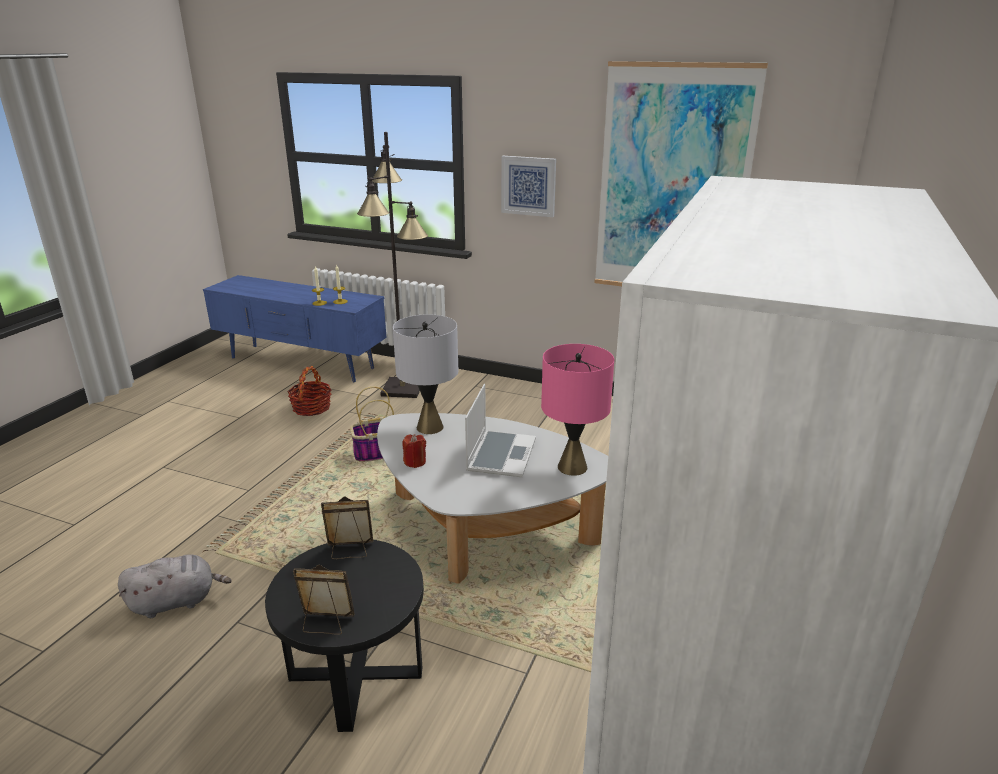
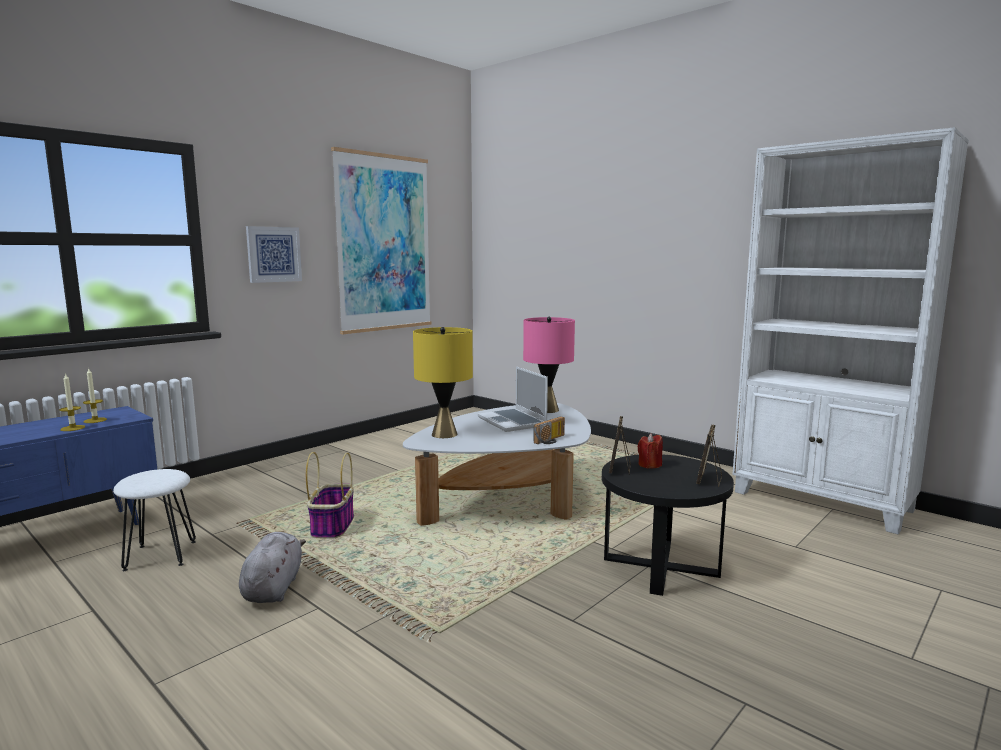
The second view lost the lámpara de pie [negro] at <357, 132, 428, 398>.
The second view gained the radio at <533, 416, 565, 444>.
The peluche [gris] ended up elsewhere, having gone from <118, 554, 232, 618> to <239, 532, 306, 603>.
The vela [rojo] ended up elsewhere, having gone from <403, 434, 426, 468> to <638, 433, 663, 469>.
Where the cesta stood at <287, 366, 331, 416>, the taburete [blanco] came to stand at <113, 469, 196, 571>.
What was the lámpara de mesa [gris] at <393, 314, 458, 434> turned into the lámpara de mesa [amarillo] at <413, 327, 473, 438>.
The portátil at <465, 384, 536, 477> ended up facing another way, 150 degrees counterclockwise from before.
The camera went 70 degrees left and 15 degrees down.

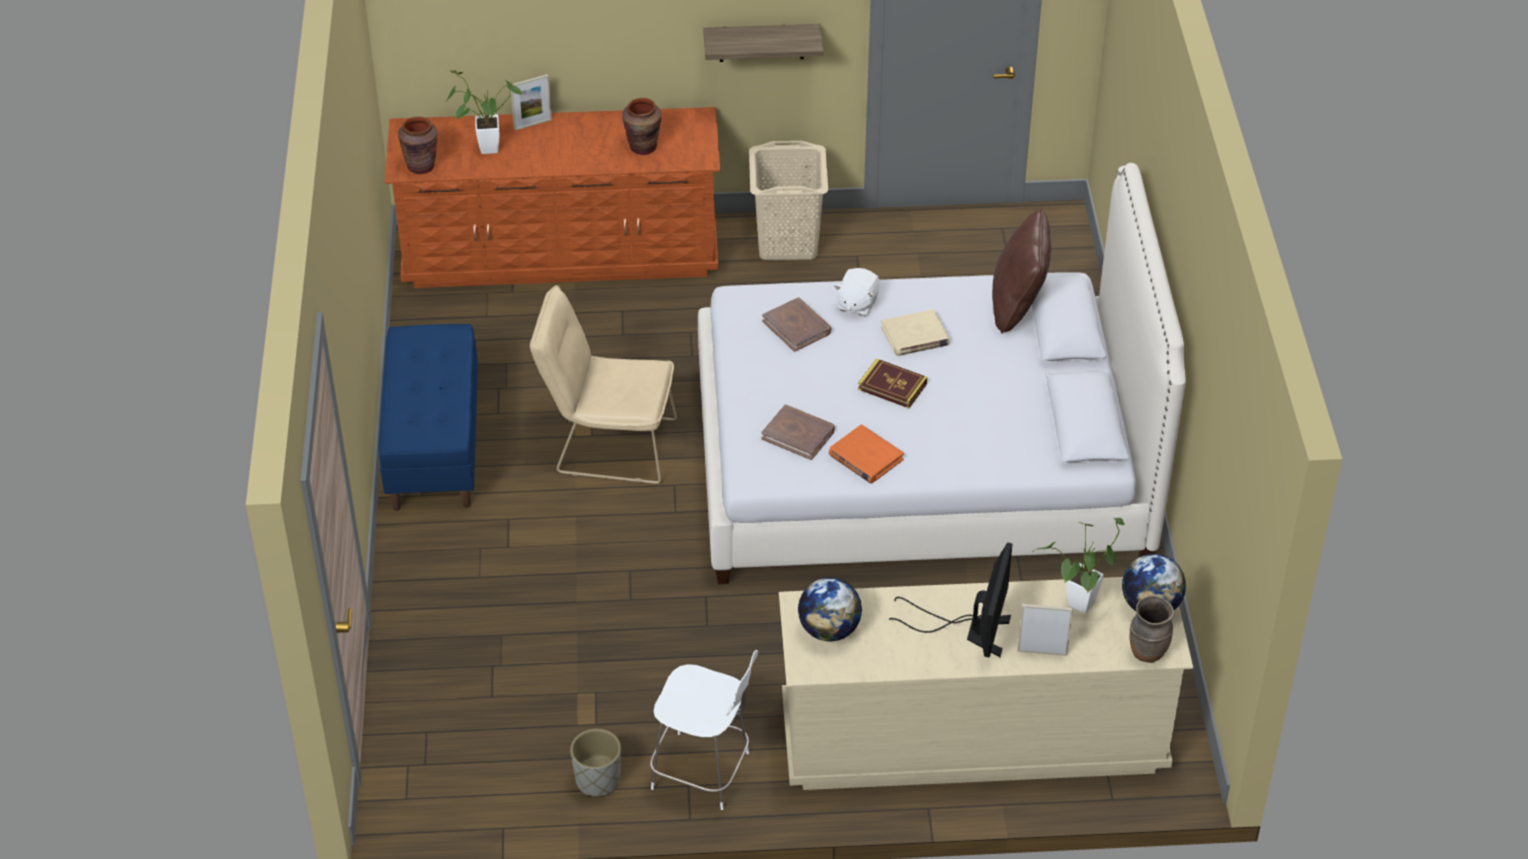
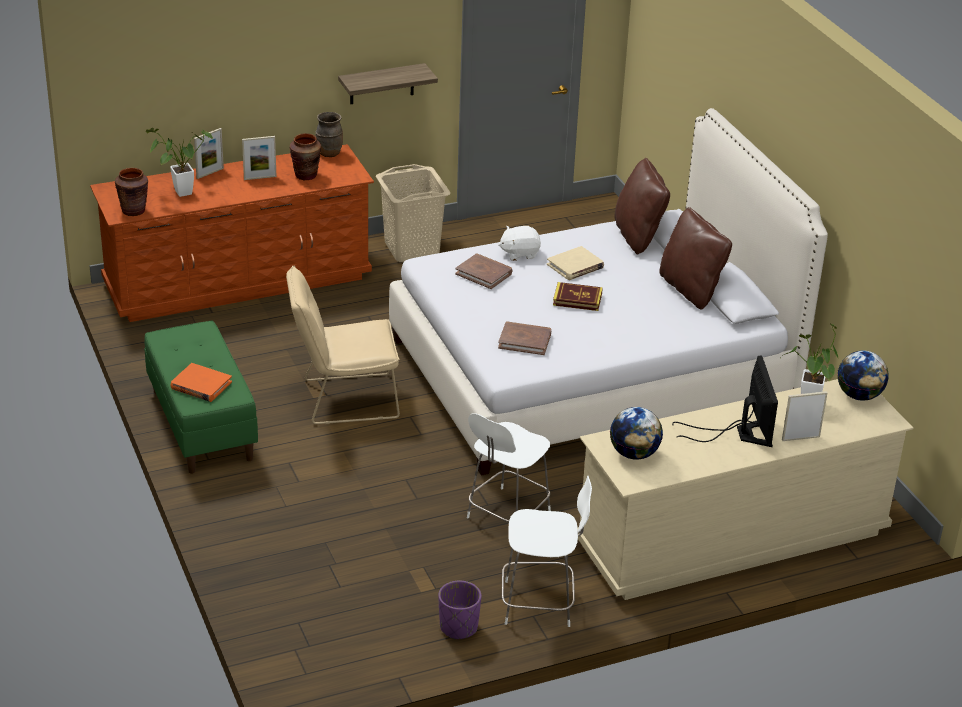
The second view gained the portarretratos at <242, 136, 277, 180>.
The second view gained the silla [blanco] at <467, 413, 551, 522>.
The second view gained the cojín [marrón] at <659, 207, 732, 309>.
The libro [naranja] ended up elsewhere, having gone from <829, 424, 904, 484> to <170, 363, 232, 402>.
The florero [marrón] ended up elsewhere, having gone from <1130, 596, 1174, 663> to <316, 112, 343, 157>.
What was the banco [azul] at <379, 324, 478, 511> turned into the banco [verde] at <144, 321, 258, 474>.
What was the maceta [gris] at <570, 729, 621, 796> turned into the maceta [morado] at <438, 581, 481, 639>.
The peluche [blanco] at <834, 268, 880, 317> ended up facing another way, 75 degrees clockwise from before.
The camera went 20 degrees left and 10 degrees down.

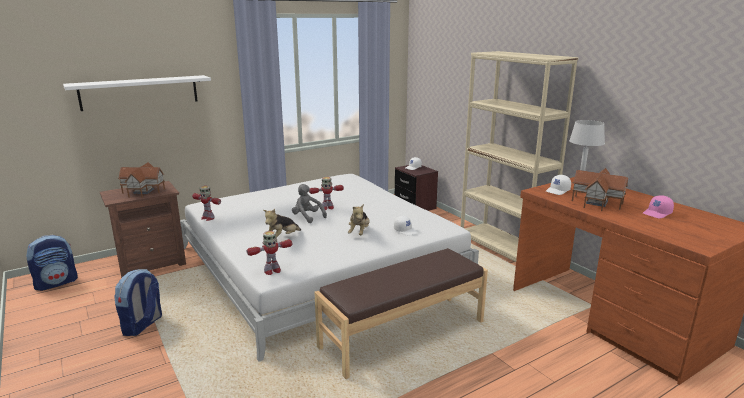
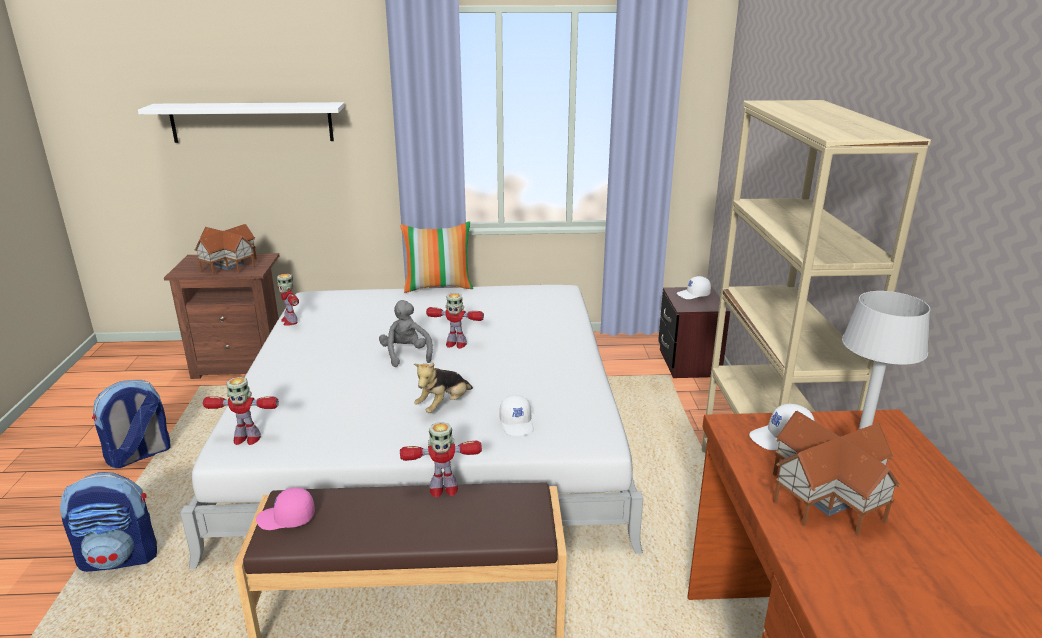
The second view lost the peluche at <263, 209, 301, 238>.
The second view gained the cojín at <400, 221, 473, 293>.
The second view gained the robot de juguete at <400, 422, 482, 497>.
The mochila ended up elsewhere, having gone from <26, 235, 78, 291> to <60, 472, 157, 572>.
The gorra [rosa] ended up elsewhere, having gone from <643, 195, 674, 218> to <256, 487, 315, 530>.
The camera went 30 degrees right and 5 degrees up.

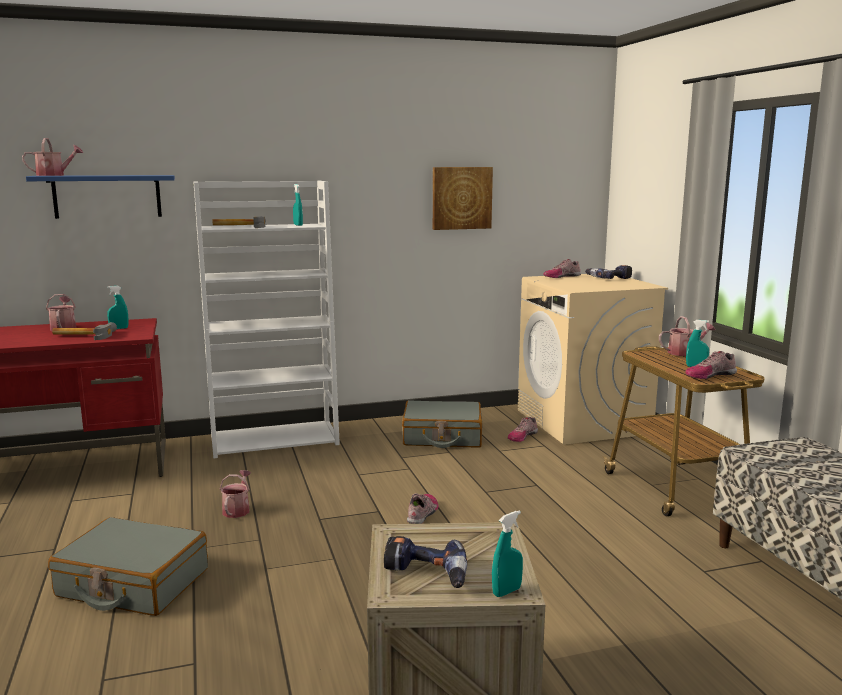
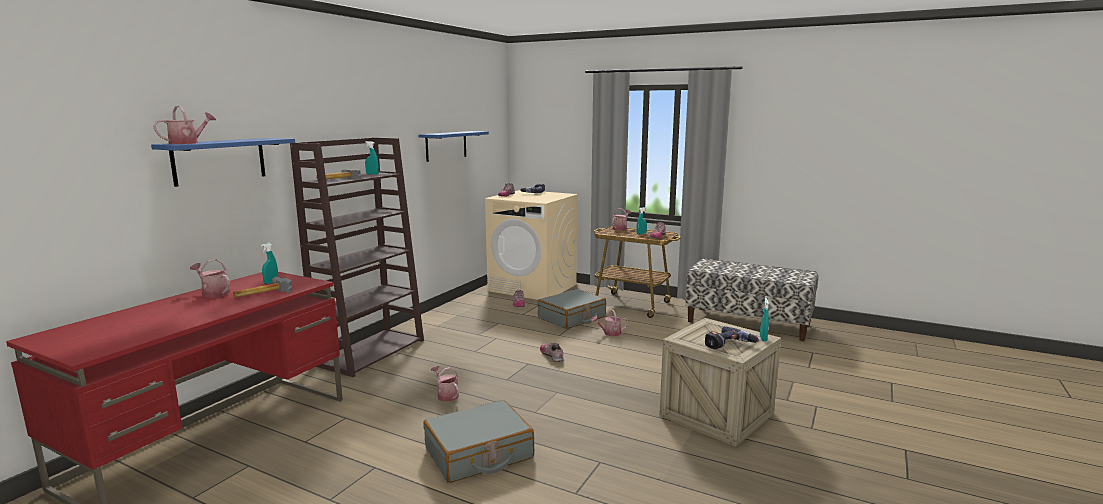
The second view gained the regadera at <591, 310, 628, 336>.
The maleta [gris] ended up elsewhere, having gone from <402, 400, 482, 448> to <538, 289, 606, 329>.
Where the cuadro hung at <433, 167, 493, 230>, the estante [azul] came to hang at <418, 131, 489, 162>.
What was the estantería [blanco] at <193, 181, 340, 458> turned into the estantería [marrón] at <290, 137, 424, 377>.
The camera went 45 degrees left and 0 degrees up.

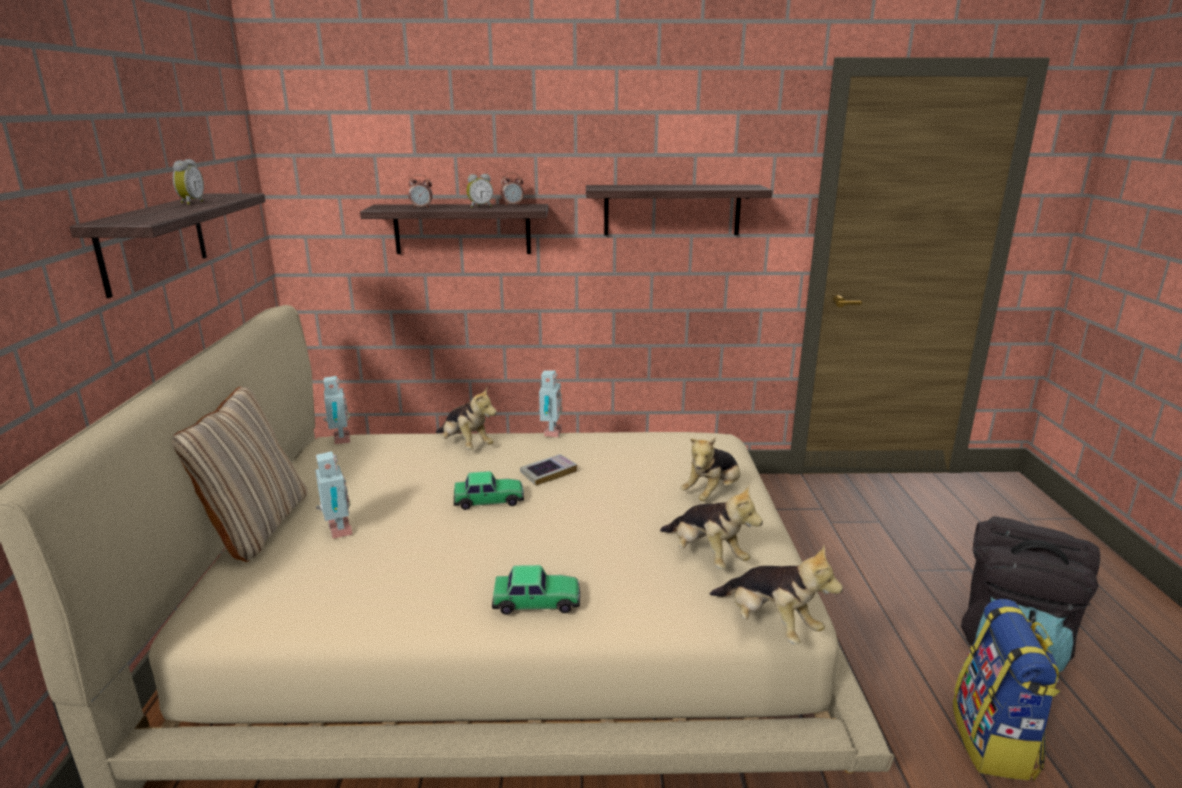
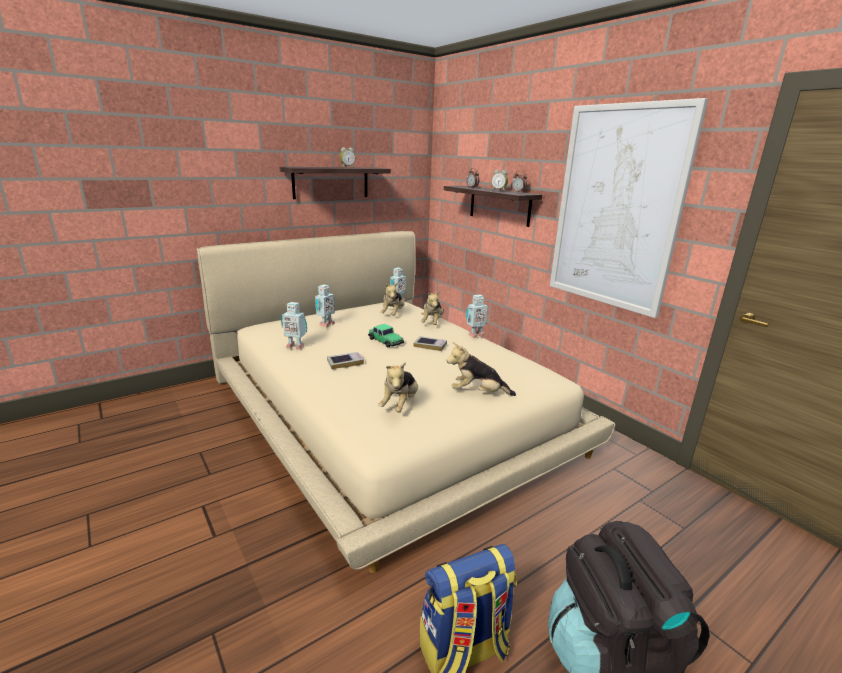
The second view lost the cojín [beis] at <172, 387, 308, 562>.
The second view lost the coche de juguete at <492, 565, 580, 615>.
The second view gained the robot de juguete at <281, 302, 307, 350>.
The second view gained the libro at <327, 352, 364, 369>.
The peluche ended up elsewhere, having gone from <710, 545, 843, 644> to <380, 282, 404, 315>.
Where the estante hung at <586, 185, 772, 236>, the cuadro came to hang at <550, 98, 708, 318>.
The camera went 55 degrees right and 0 degrees up.

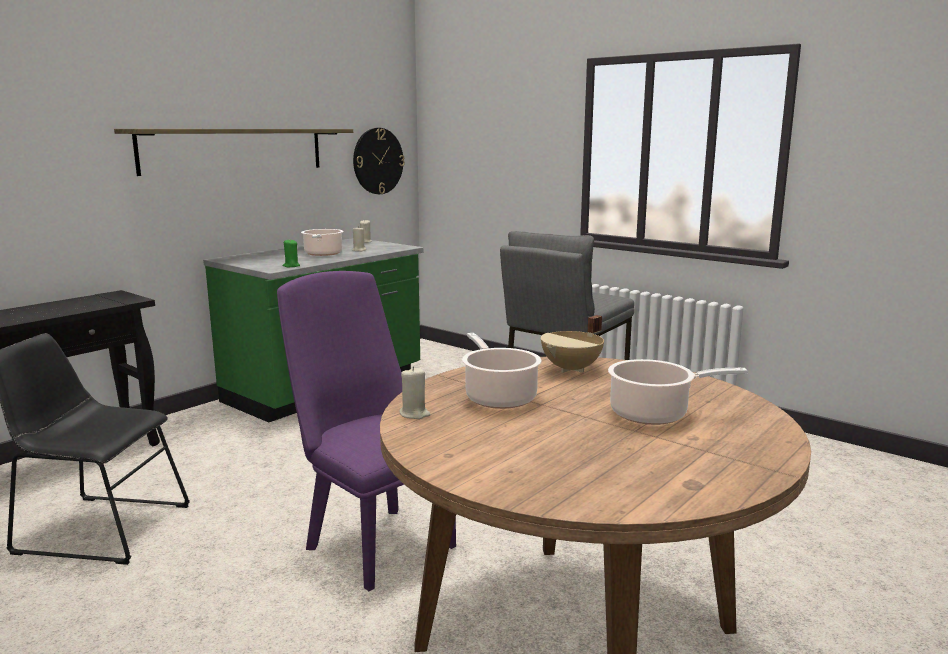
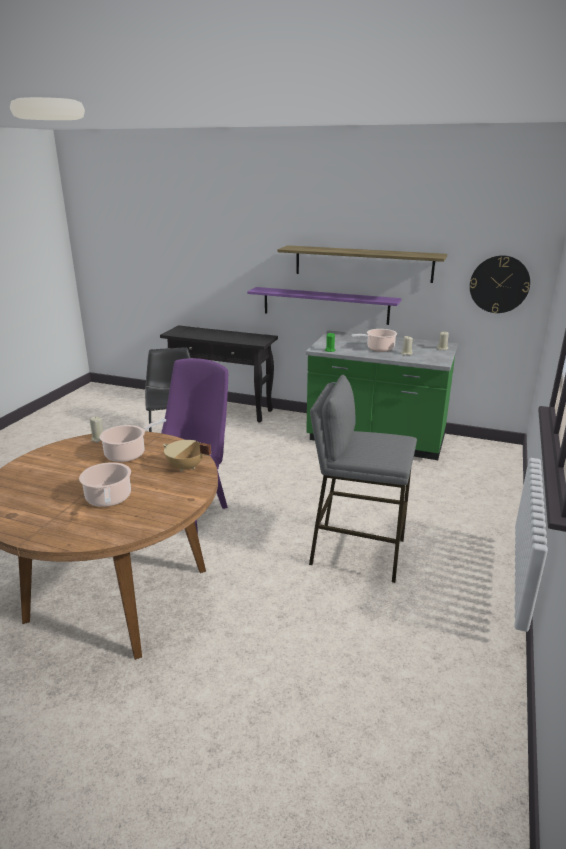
The second view gained the estante [morado] at <247, 287, 402, 325>.
The camera went 70 degrees right and 10 degrees up.

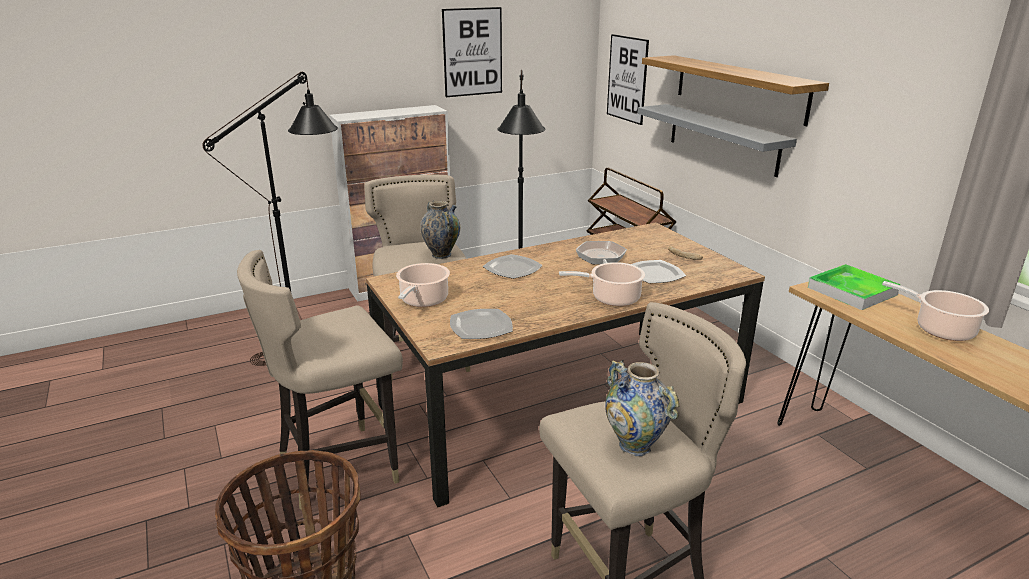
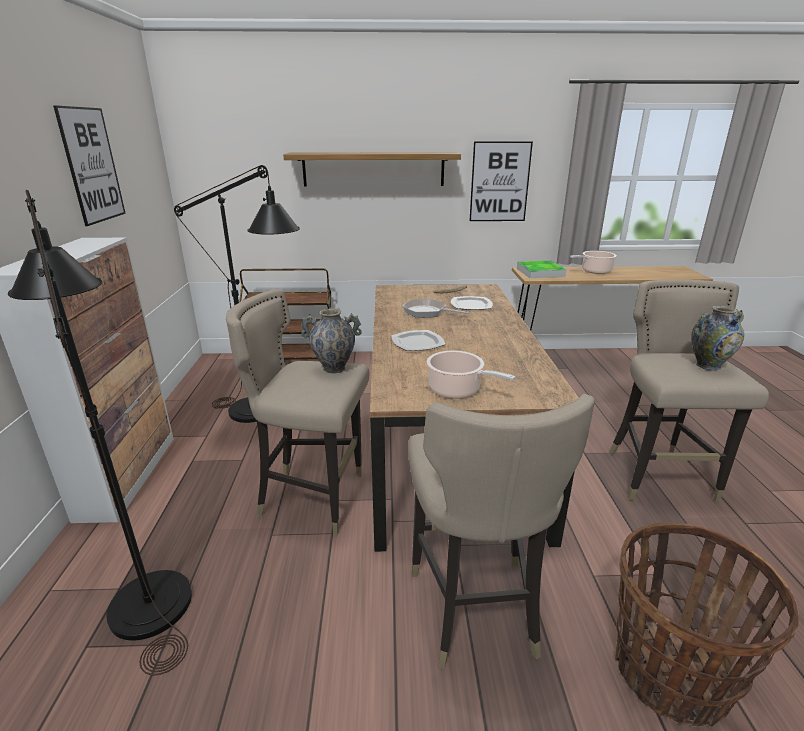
The second view lost the plato at <450, 309, 513, 339>.
The second view lost the olla at <559, 262, 645, 306>.
The second view lost the estante [gris] at <637, 104, 797, 177>.
The cuadro ended up elsewhere, having gone from <607, 34, 649, 125> to <469, 141, 533, 221>.
The camera went 65 degrees left and 0 degrees up.

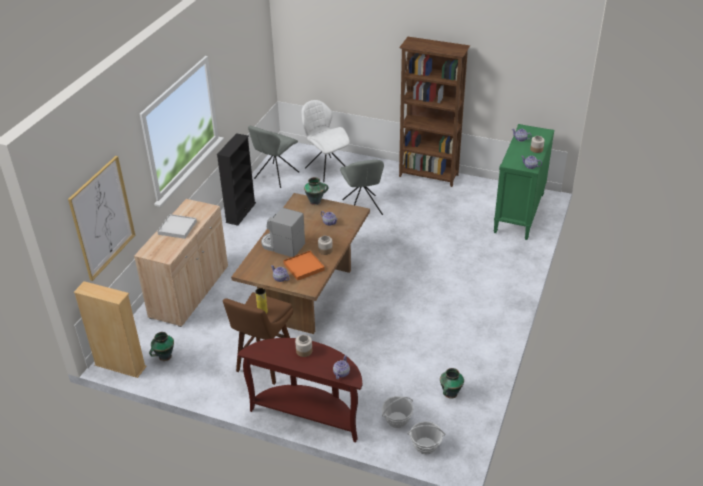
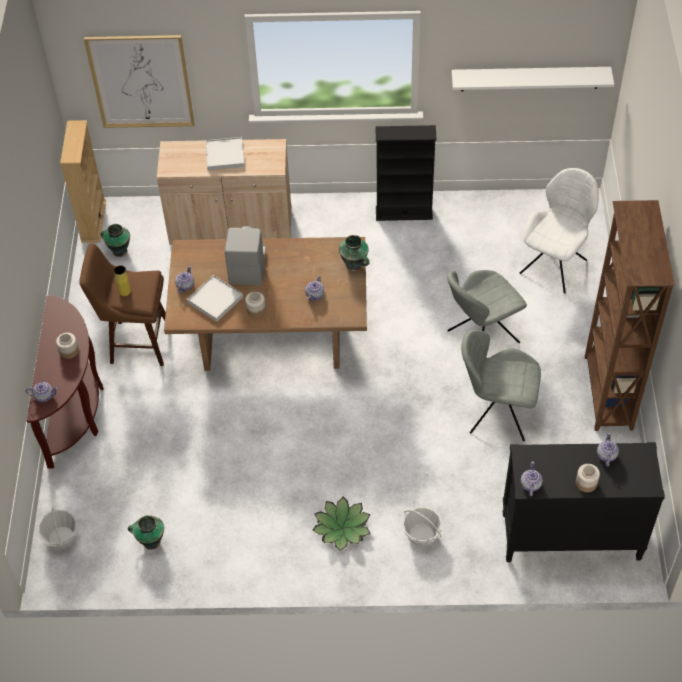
The second view gained the planta en maceta at <313, 497, 371, 551>.
The second view gained the estante [blanco] at <452, 67, 614, 91>.
The silla [gris] ended up elsewhere, having gone from <248, 126, 299, 188> to <461, 330, 541, 441>.
The cesta ended up elsewhere, having gone from <382, 396, 413, 428> to <402, 507, 442, 546>.
What was the bandeja [naranja] at <283, 251, 325, 281> turned into the bandeja [blanco] at <187, 275, 243, 322>.
What was the cómoda [verde] at <494, 124, 554, 240> turned into the cómoda [negro] at <503, 442, 665, 562>.
The camera went 70 degrees right and 15 degrees up.

